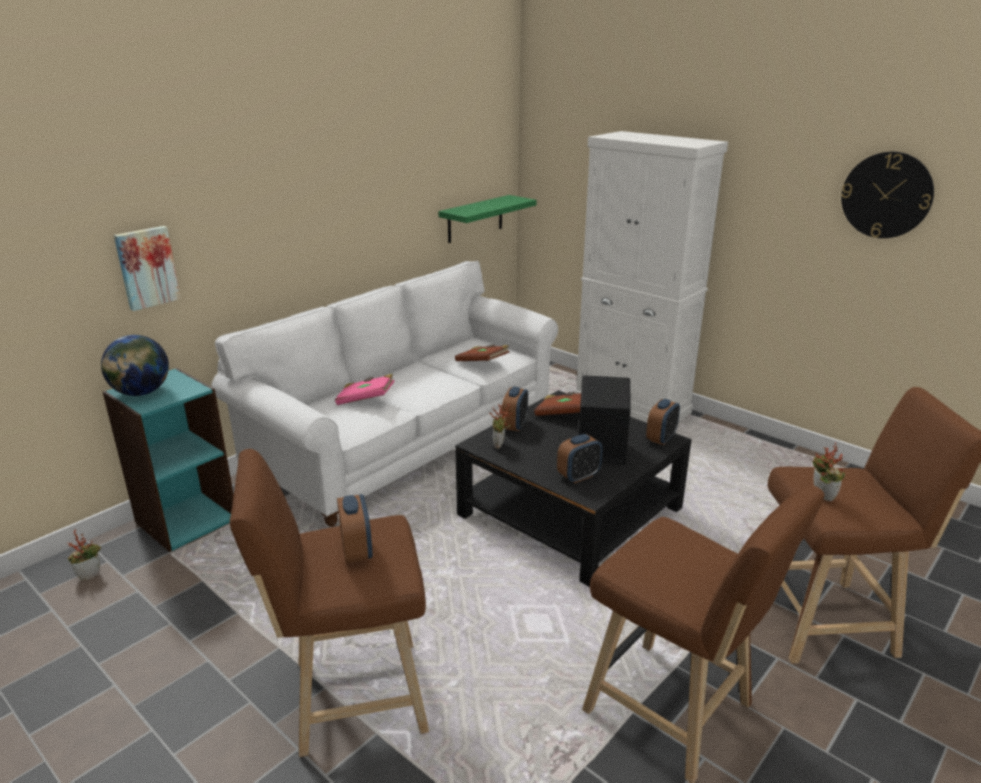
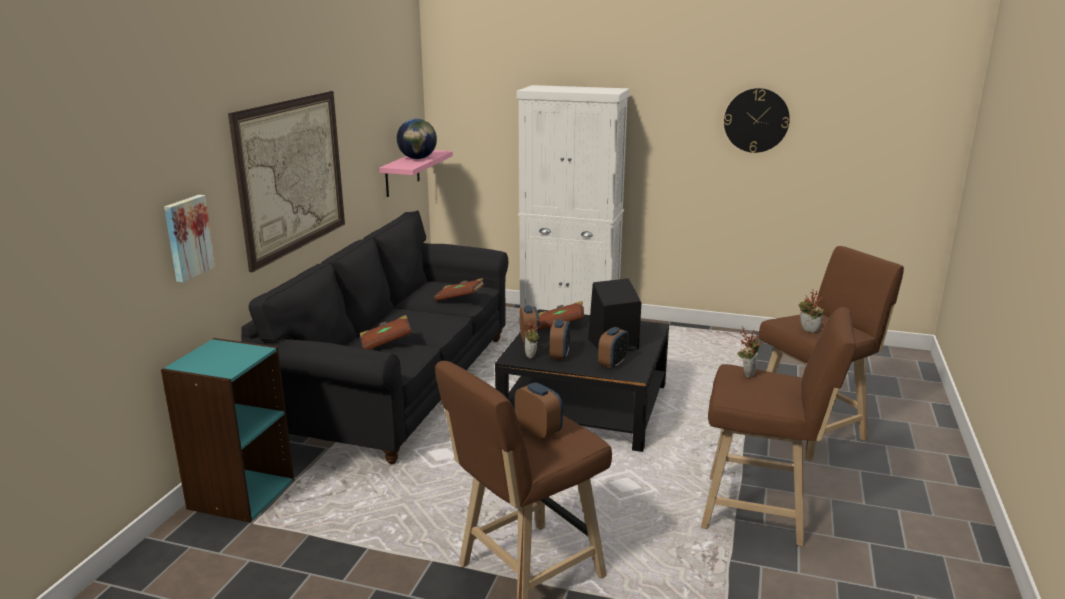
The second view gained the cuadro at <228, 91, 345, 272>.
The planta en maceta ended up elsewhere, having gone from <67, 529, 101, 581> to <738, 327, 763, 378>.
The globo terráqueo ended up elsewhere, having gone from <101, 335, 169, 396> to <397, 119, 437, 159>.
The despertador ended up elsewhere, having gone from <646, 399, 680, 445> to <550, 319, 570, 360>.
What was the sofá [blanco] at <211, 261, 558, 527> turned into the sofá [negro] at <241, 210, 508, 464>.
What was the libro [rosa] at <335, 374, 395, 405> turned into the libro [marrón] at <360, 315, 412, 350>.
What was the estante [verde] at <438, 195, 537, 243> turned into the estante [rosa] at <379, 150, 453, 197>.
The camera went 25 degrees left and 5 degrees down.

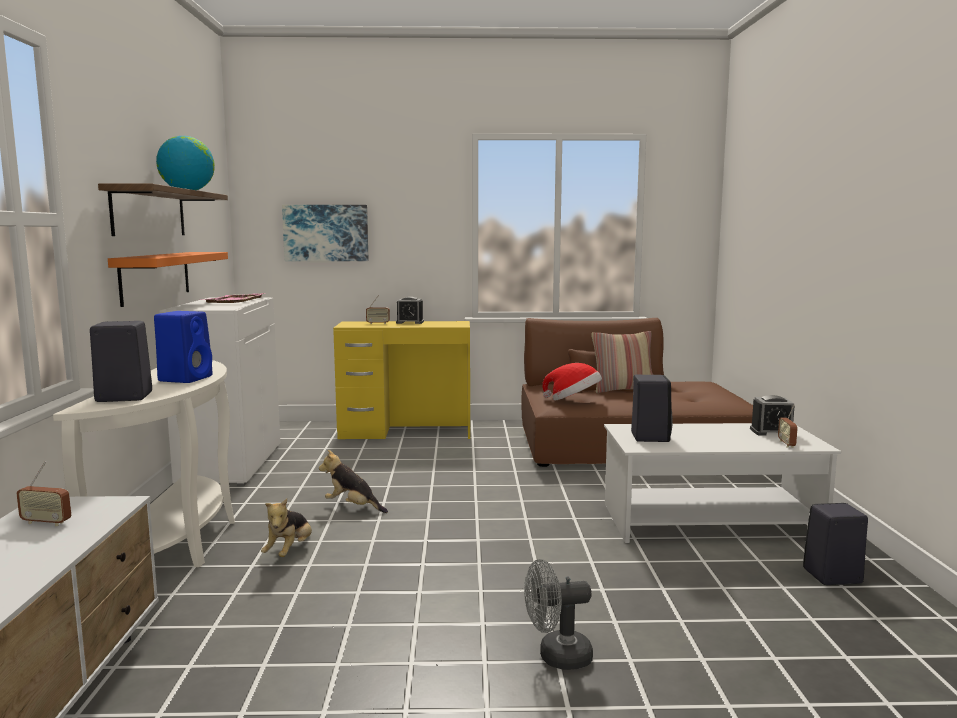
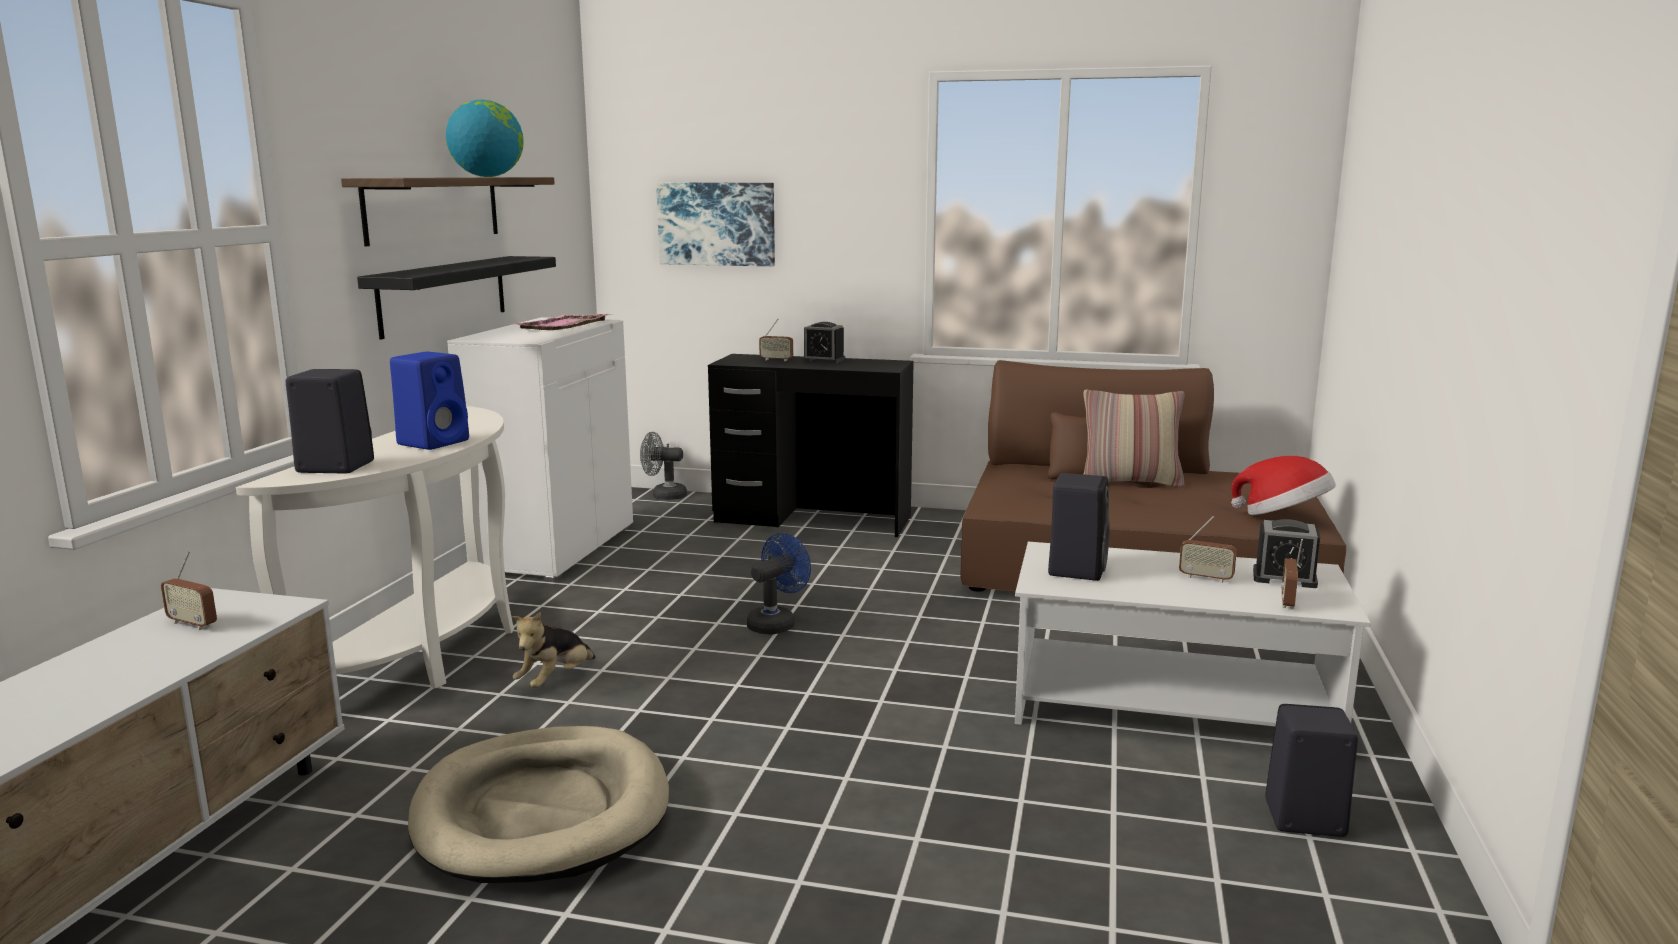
The second view lost the peluche at <319, 450, 388, 513>.
The second view gained the cama para perro [beis] at <408, 726, 669, 883>.
The second view gained the ventilador [azul] at <747, 533, 811, 635>.
The second view gained the radio at <1179, 516, 1237, 583>.
The ventilador [gris] ended up elsewhere, having gone from <524, 559, 593, 670> to <640, 432, 687, 500>.
The sombrero ended up elsewhere, having gone from <542, 363, 602, 401> to <1231, 456, 1336, 515>.
What was the estante [naranja] at <108, 252, 228, 307> turned into the estante [negro] at <357, 256, 556, 340>.
What was the escritorio [amarillo] at <333, 321, 470, 439> turned into the escritorio [negro] at <708, 354, 914, 537>.
The camera went 15 degrees right and 5 degrees up.

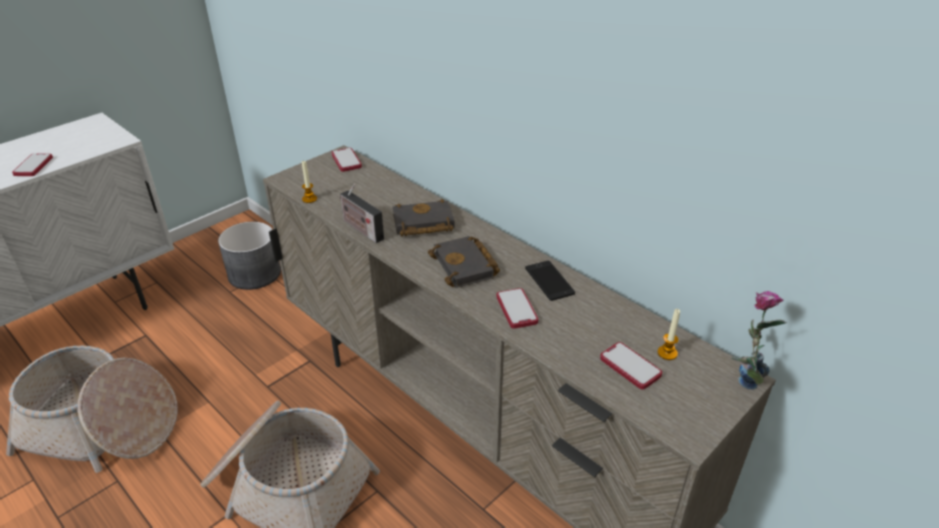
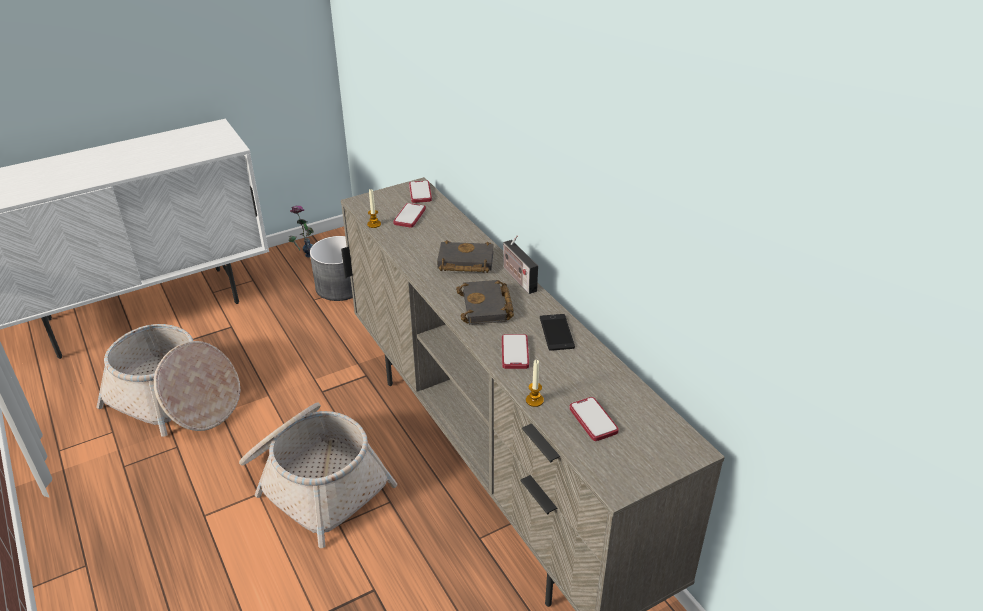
The móvil ended up elsewhere, having gone from <12, 153, 53, 176> to <393, 203, 426, 228>.
The radio ended up elsewhere, having gone from <340, 183, 384, 243> to <503, 235, 538, 294>.
The vela ended up elsewhere, having gone from <658, 309, 680, 360> to <526, 360, 544, 407>.
The florero ended up elsewhere, having gone from <731, 291, 787, 390> to <288, 205, 314, 258>.
The camera went 15 degrees right and 0 degrees up.

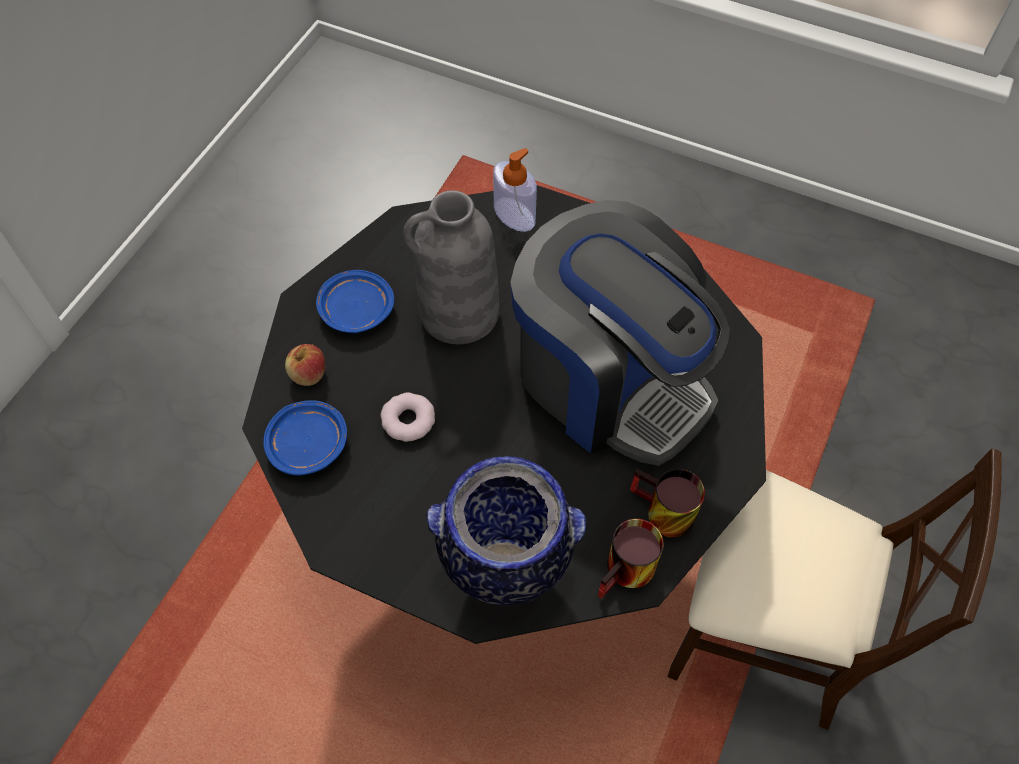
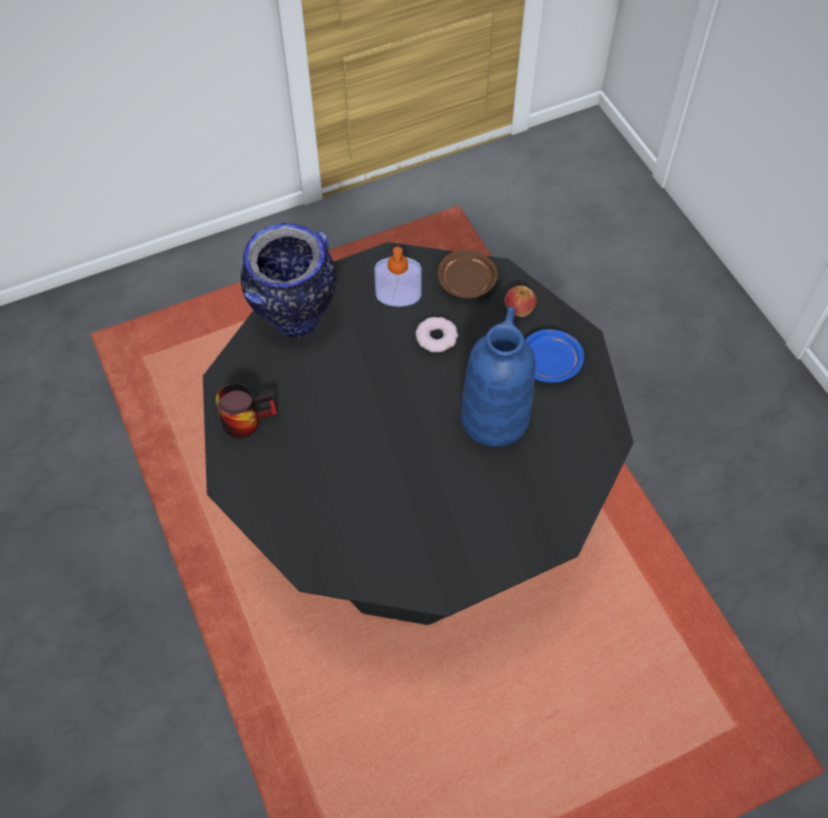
The second view lost the cafetera at <510, 200, 730, 466>.
The second view lost the taza grande at <598, 519, 664, 599>.
The second view lost the silla [beis] at <667, 449, 1002, 730>.
The dispensador de jabón ended up elsewhere, having gone from <493, 148, 537, 232> to <374, 247, 422, 307>.
What was the plato [azul] at <263, 400, 347, 475> turned into the plato [marrón] at <437, 249, 498, 299>.
What was the florero [gris] at <403, 190, 499, 344> turned into the florero [azul] at <461, 306, 535, 447>.
The camera went 130 degrees right and 0 degrees up.

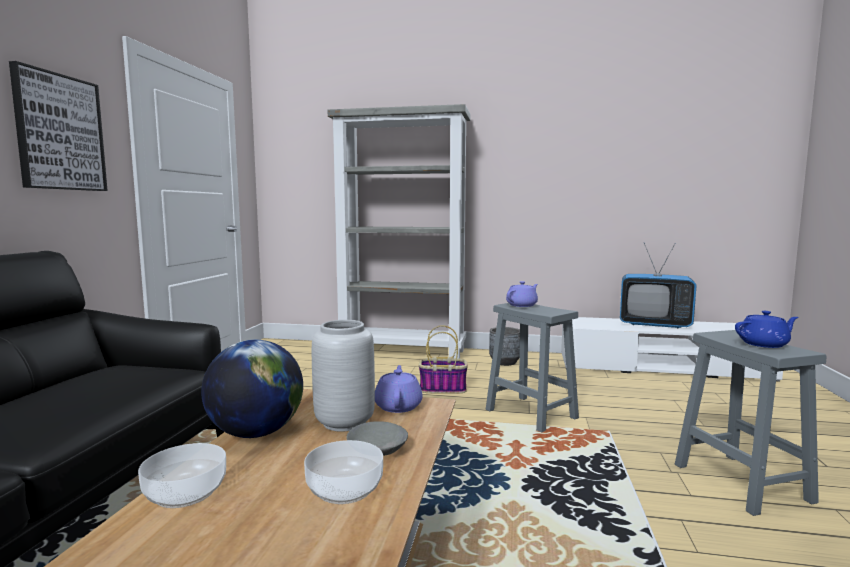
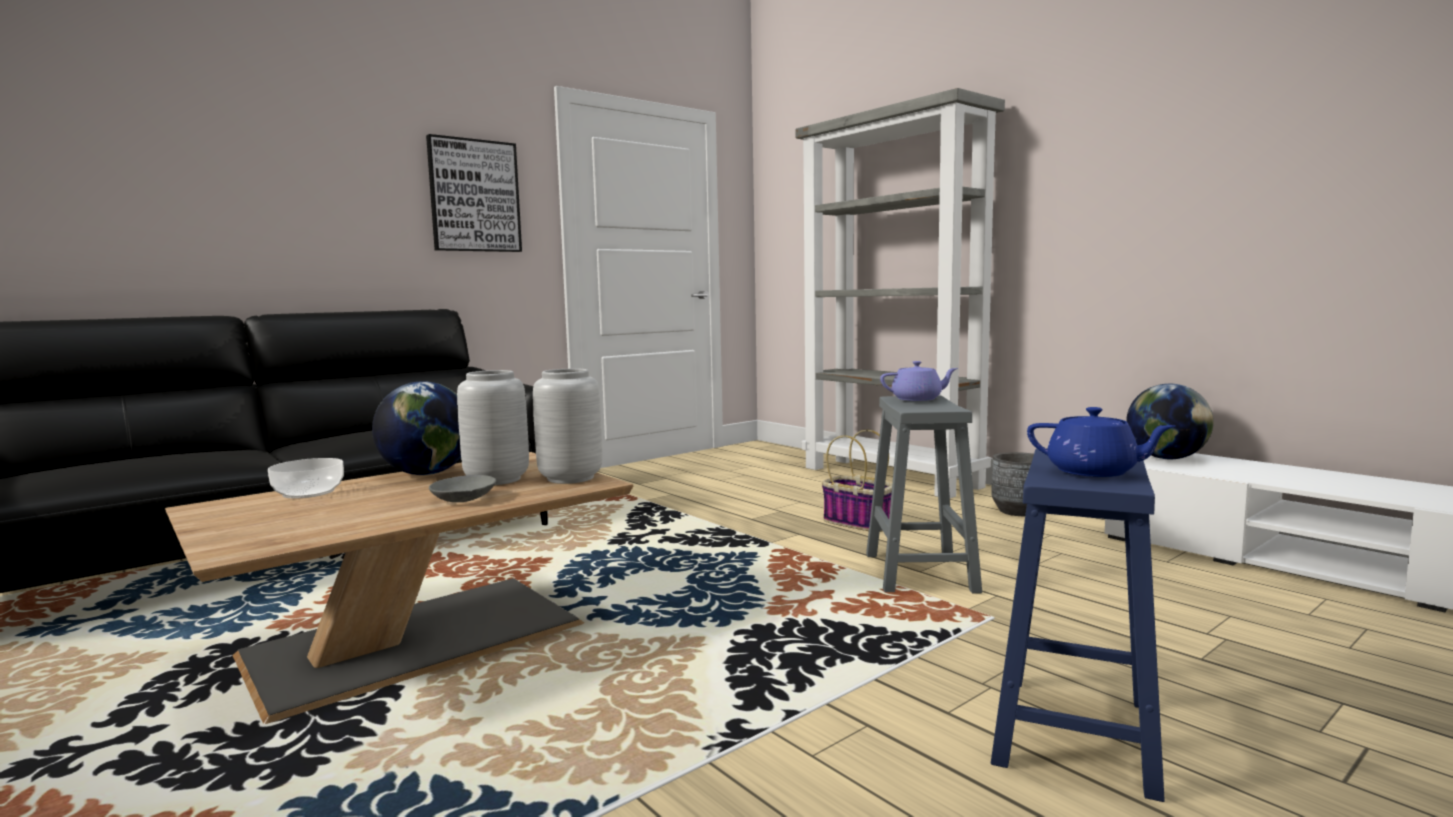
The second view lost the cuenco at <304, 440, 383, 504>.
The second view lost the televisor at <620, 243, 697, 328>.
The second view gained the globo terráqueo at <1126, 384, 1214, 459>.
Where the tetera [morado] stood at <375, 365, 423, 413>, the florero [gris] came to stand at <533, 369, 602, 484>.
What was the taburete [gris] at <675, 330, 827, 516> turned into the taburete [azul] at <991, 448, 1165, 802>.
The camera went 40 degrees right and 0 degrees up.

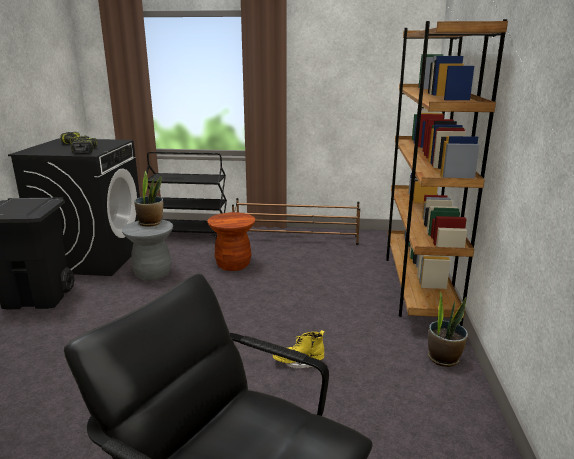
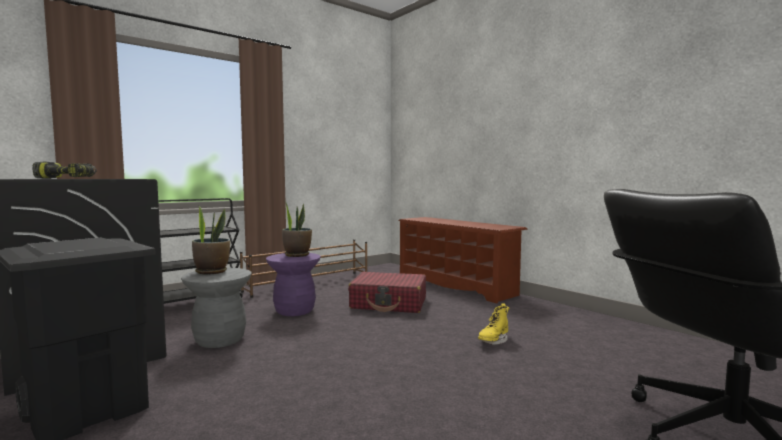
The second view lost the taladro at <71, 138, 97, 154>.
The second view gained the maleta [rojo] at <348, 272, 426, 313>.
The planta en maceta ended up elsewhere, having gone from <428, 291, 468, 367> to <282, 201, 312, 257>.
Where the estantería [marrón] stood at <386, 19, 508, 326>, the zapatero [marrón] came to stand at <398, 217, 528, 303>.
What was the taburete [marrón] at <207, 212, 255, 271> turned into the taburete [morado] at <266, 253, 321, 316>.
The camera went 45 degrees left and 15 degrees down.

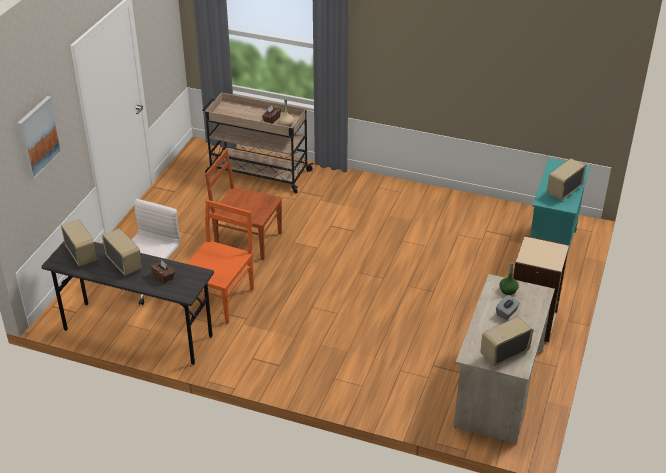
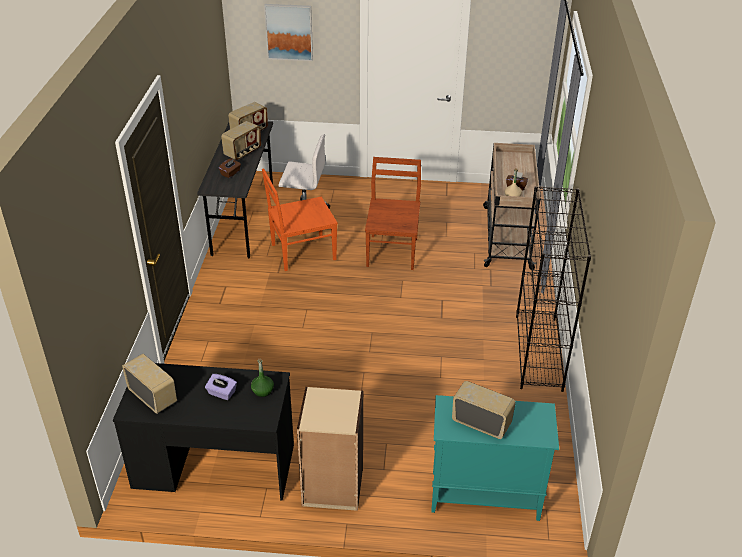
The second view gained the estantería [negro] at <516, 186, 591, 392>.
What was the escritorio [beis] at <454, 274, 555, 444> turned into the escritorio [negro] at <113, 363, 294, 501>.
What was the caja de pañuelos [gris] at <496, 295, 520, 320> turned into the caja de pañuelos [morado] at <205, 374, 237, 400>.
The silla [naranja] at <184, 200, 254, 324> ended up facing another way, 150 degrees clockwise from before.
The camera went 75 degrees right and 0 degrees up.

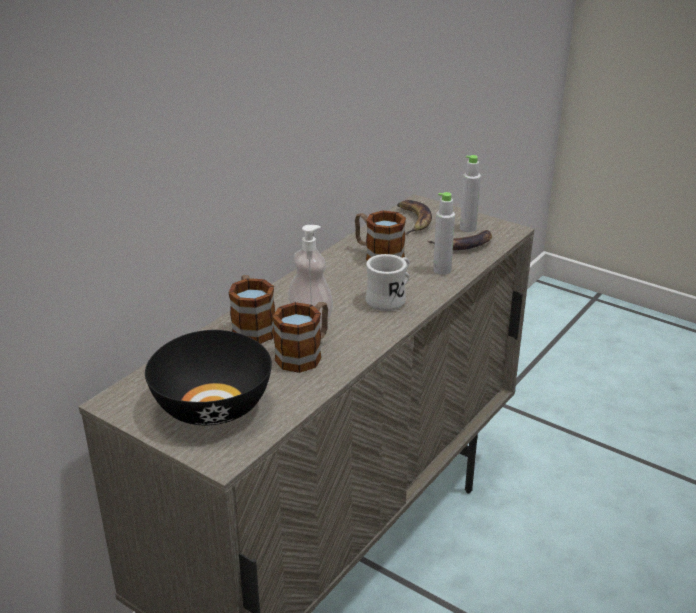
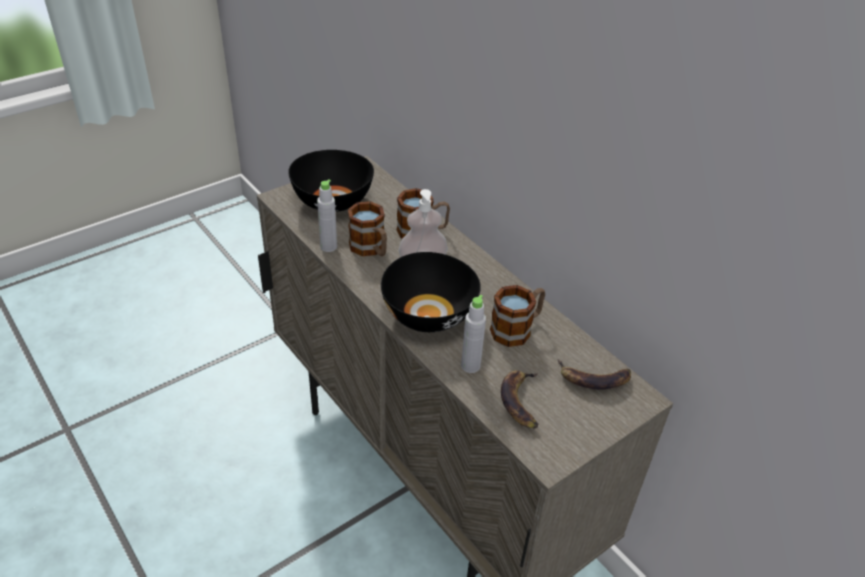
The botella [gris] ended up elsewhere, having gone from <460, 155, 481, 232> to <317, 179, 337, 252>.
Where the taza grande [blanco] stood at <365, 254, 410, 311>, the cuenco [negro] came to stand at <381, 252, 481, 332>.
The camera went 105 degrees right and 10 degrees up.

